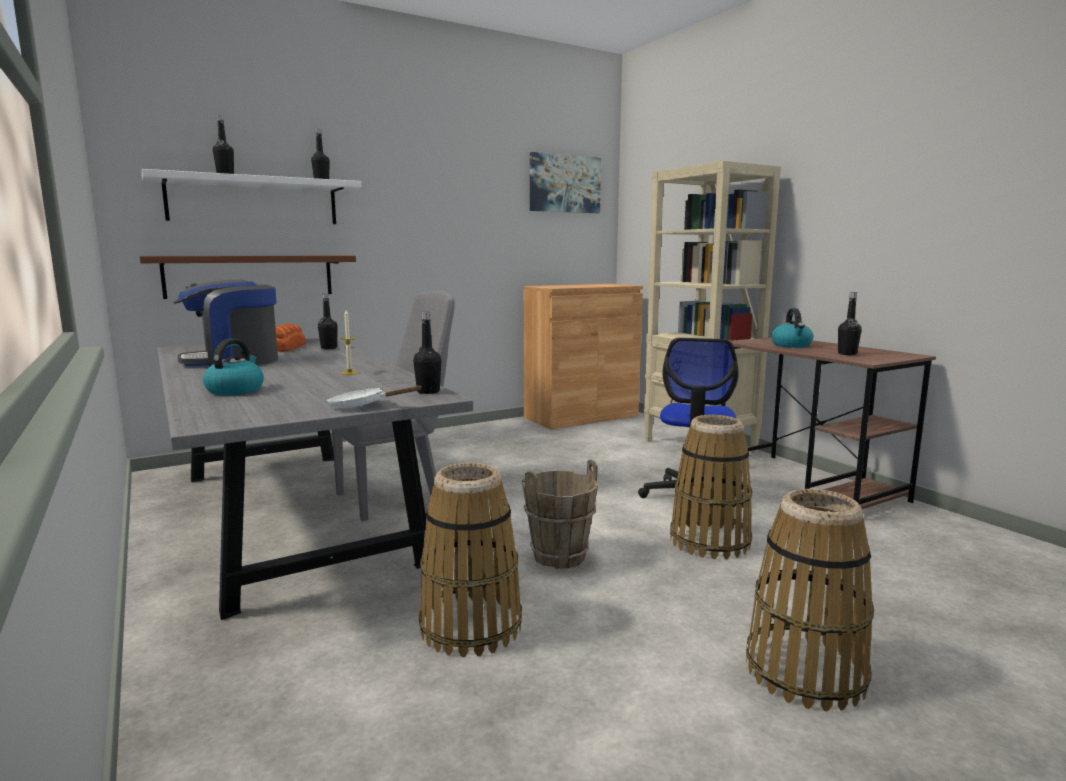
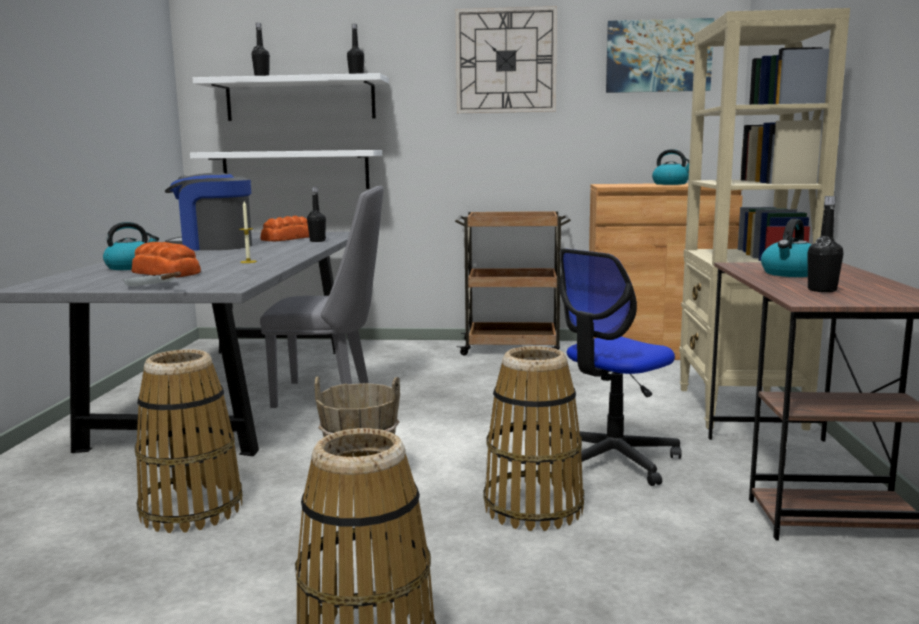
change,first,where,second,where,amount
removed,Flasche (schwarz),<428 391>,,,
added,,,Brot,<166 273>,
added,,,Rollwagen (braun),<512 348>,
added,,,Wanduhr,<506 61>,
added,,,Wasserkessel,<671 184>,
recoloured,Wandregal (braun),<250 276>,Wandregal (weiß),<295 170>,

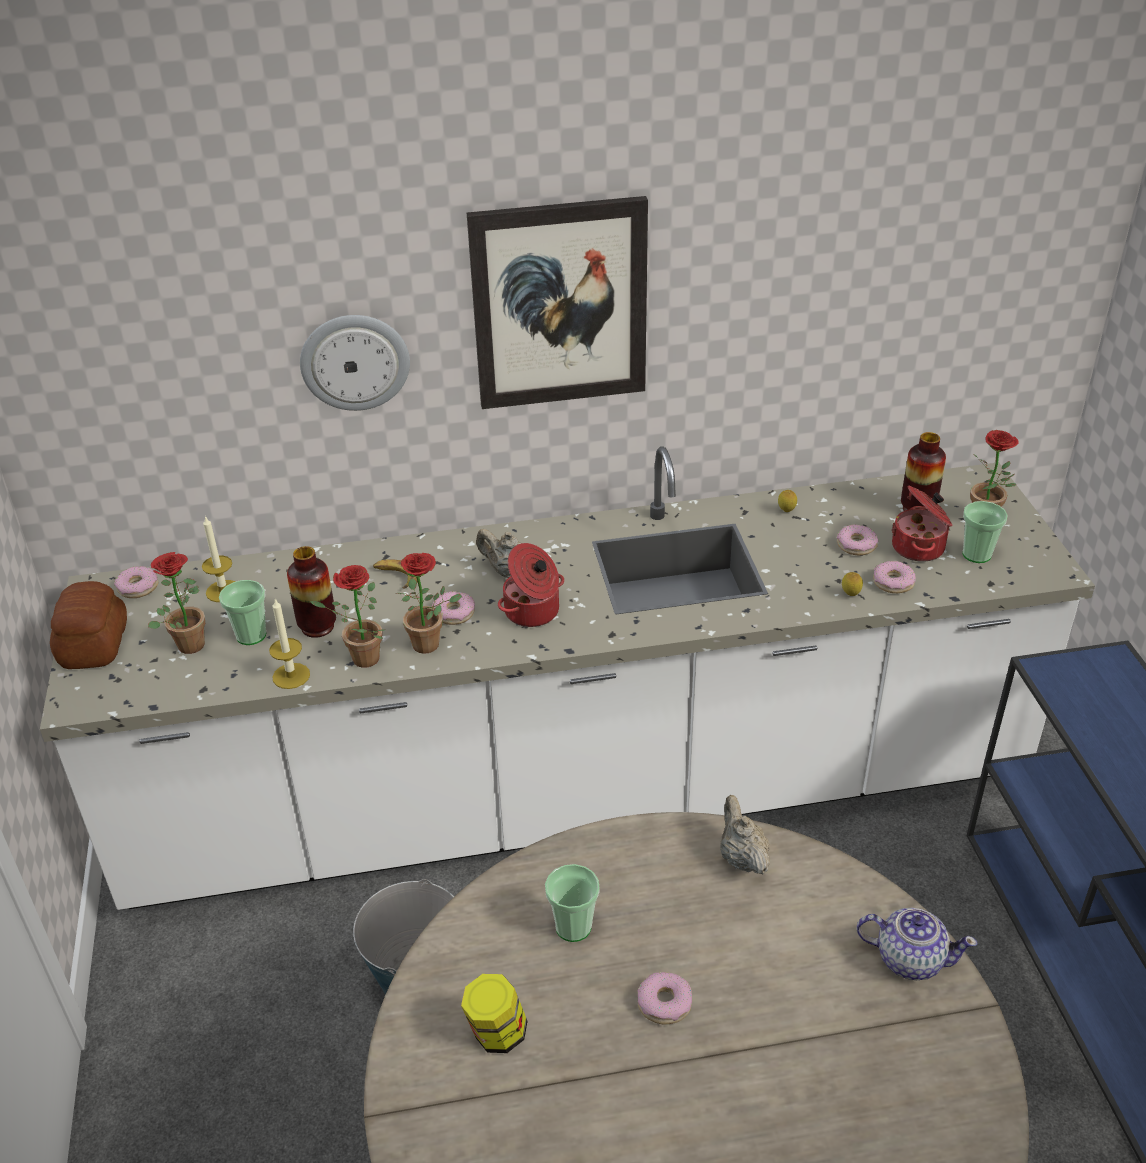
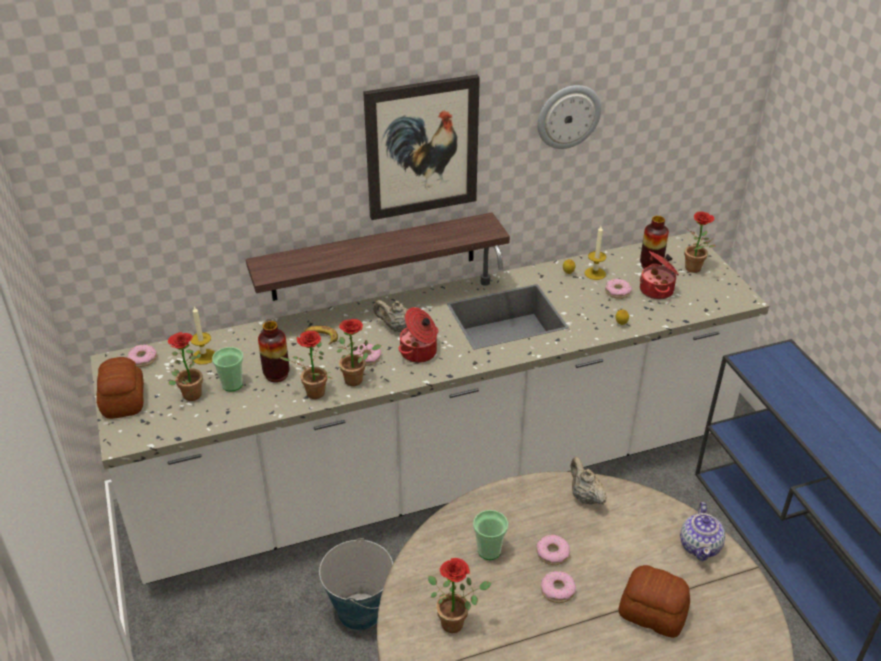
change,first,where,second,where,amount
removed,Tasse,<976 554>,,,
added,,,Wandregal,<374 257>,
added,,,Brot,<652 612>,
moved,Kerze,<291 676>,,<595 273>,
moved,Wanduhr,<355 361>,,<568 116>,
moved,Donut,<893 582>,,<552 553>,
replaced,Vorratsglas,<496 1034>,Topfpflanze,<457 622>,
turned,Teekanne,<909 958>,,<700 546>,90 degrees clockwise

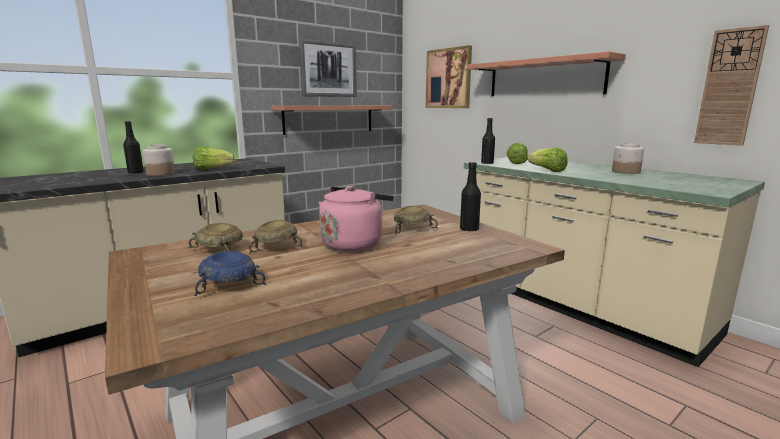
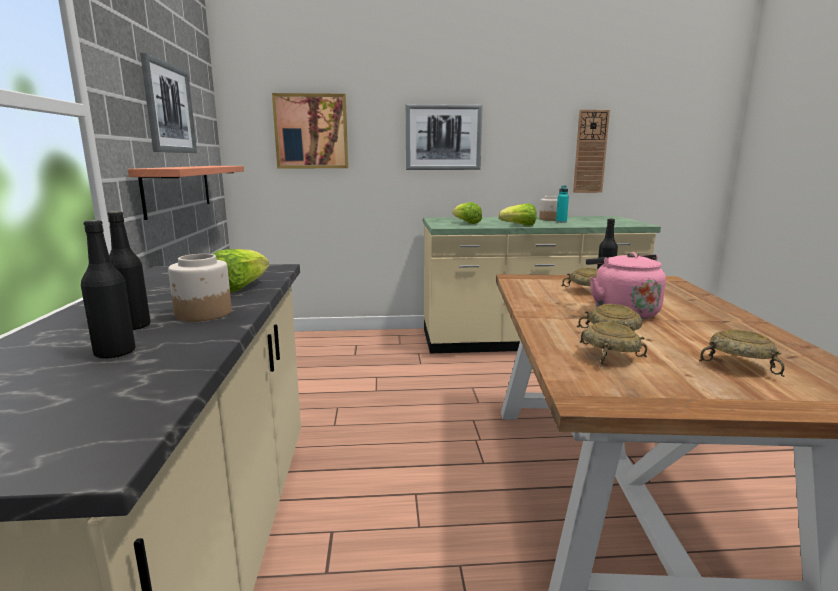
change,first,where,second,where,amount
added,,,Flasche (türkis),<561 222>,
moved,Flasche (schwarz),<487 163>,,<115 353>,
replaced,Wandregal,<544 78>,Bild,<443 137>,
recoloured,Schüssel (blau),<227 286>,Schüssel (beige),<740 366>,

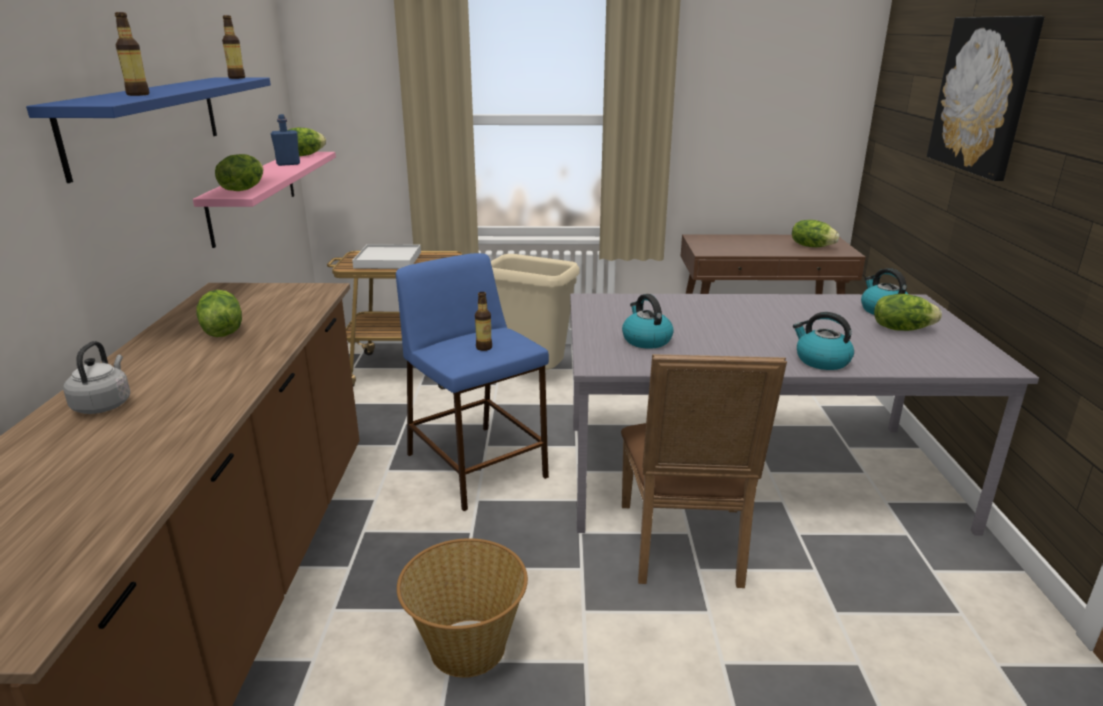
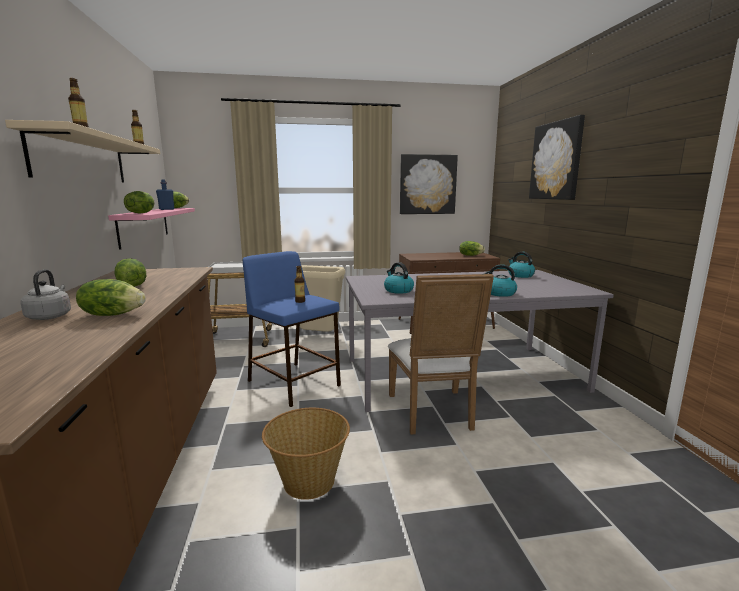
change,first,where,second,where,amount
added,,,Bild,<427 184>,
moved,Salatkopf,<901 328>,,<113 314>,
recoloured,Wandregal (blau),<147 122>,Wandregal (beige),<82 159>,
recoloured,Stuhl (braun),<685 549>,Stuhl (weiß),<433 414>,

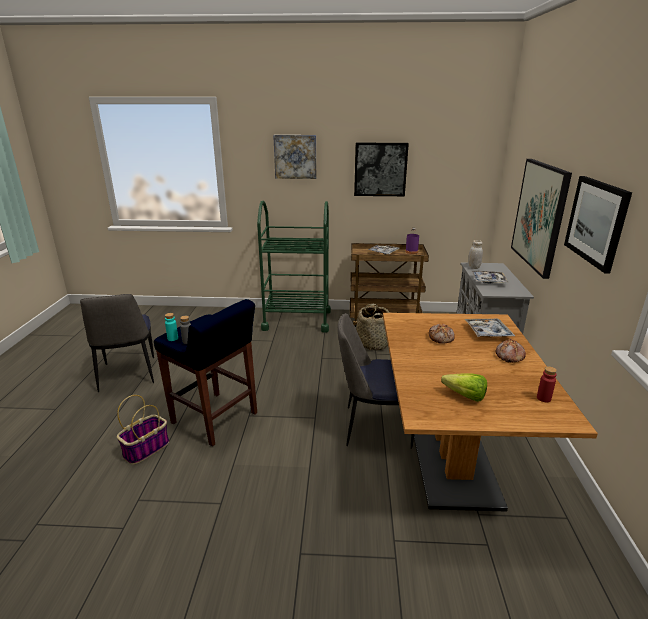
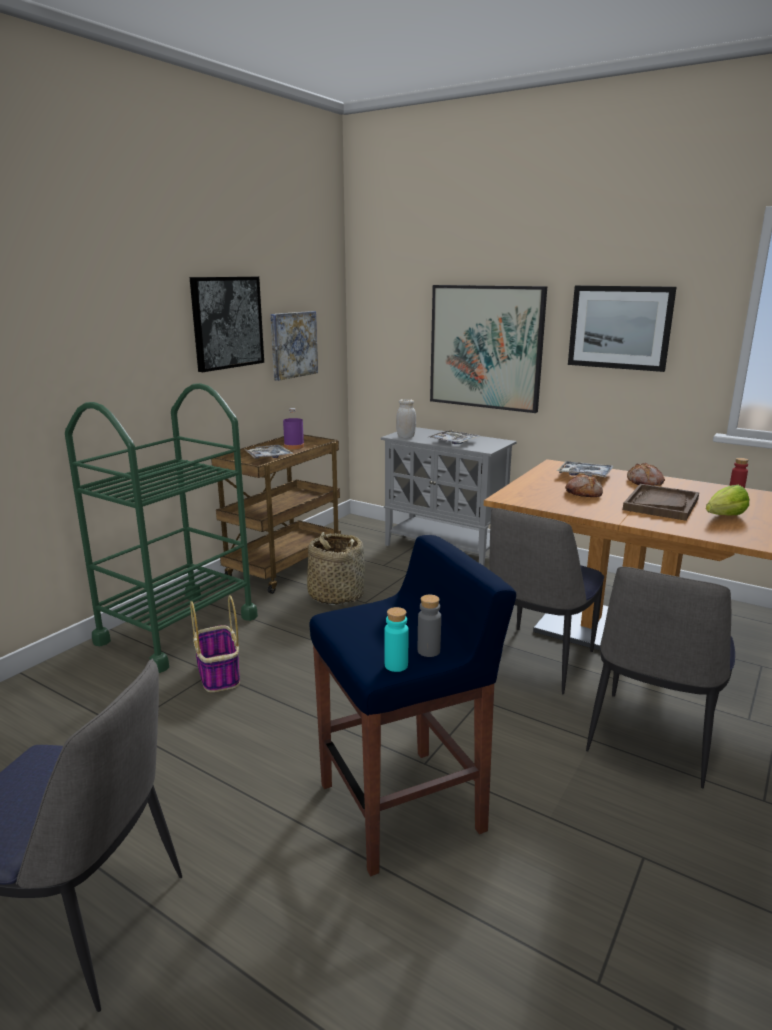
change,first,where,second,where,amount
added,,,Stuhl,<650 739>,
added,,,Tablett (braun),<661 504>,
moved,Korb,<146 448>,,<218 674>,
moved,Bild,<295 156>,,<293 344>,

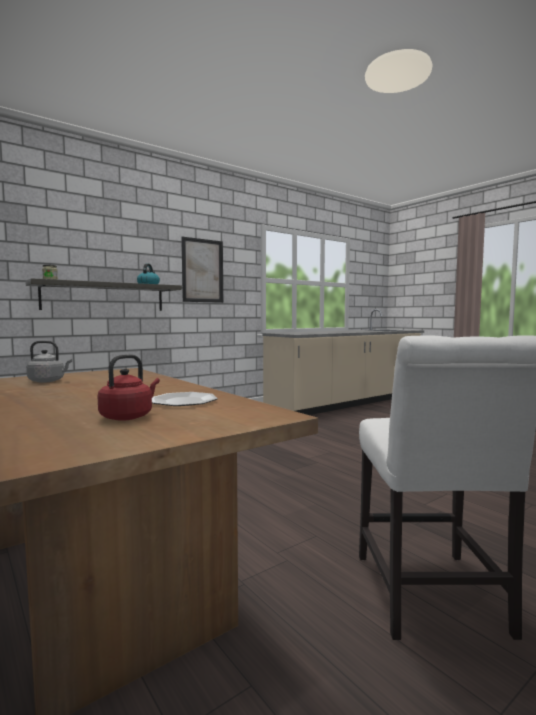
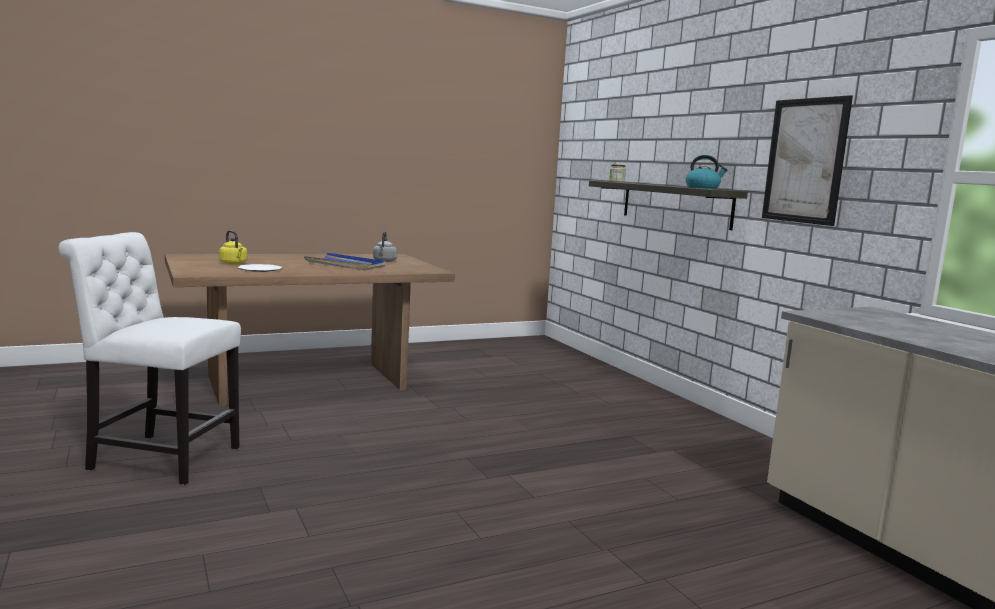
change,first,where,second,where,amount
added,,,Tablett (blau),<345 265>,
recoloured,Wasserkessel (rot),<128 417>,Wasserkessel (gelb),<234 263>,

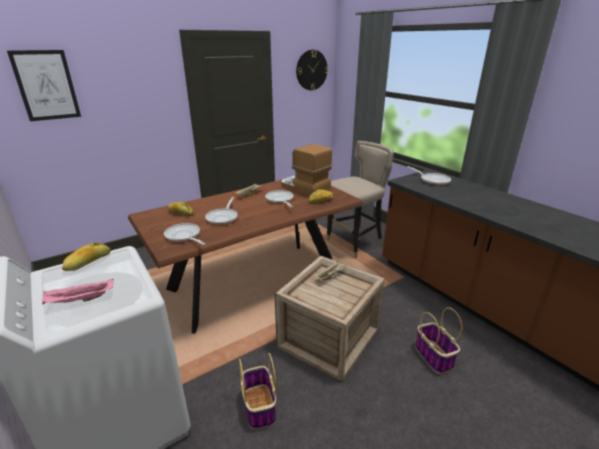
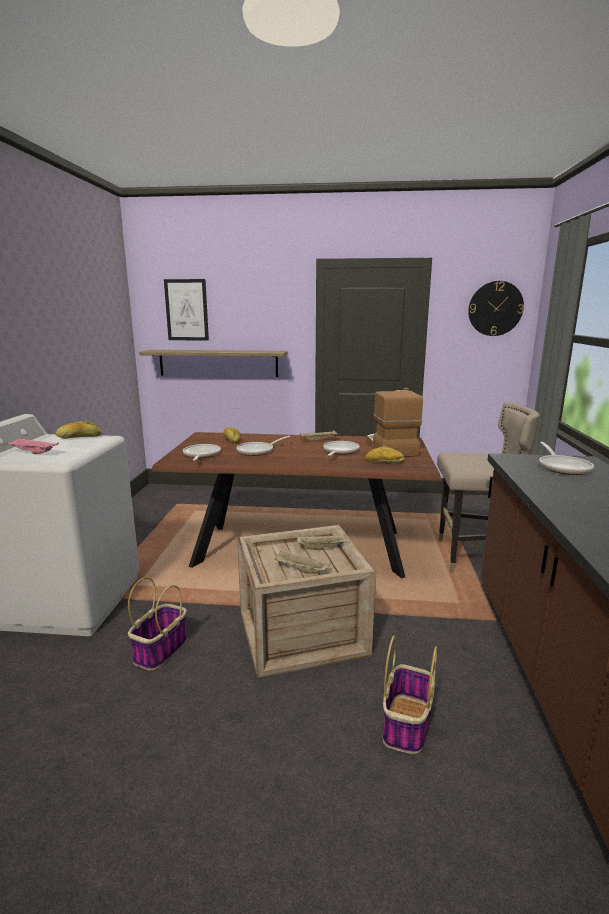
change,first,where,second,where,amount
added,,,Wandregal,<218 363>,
added,,,Tablett (beige),<300 570>,

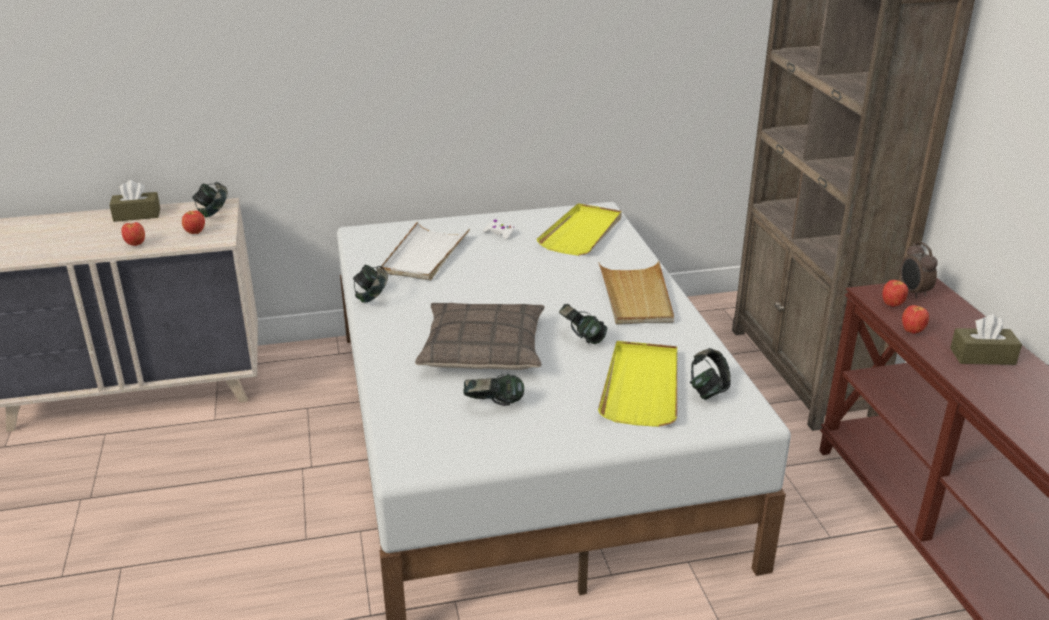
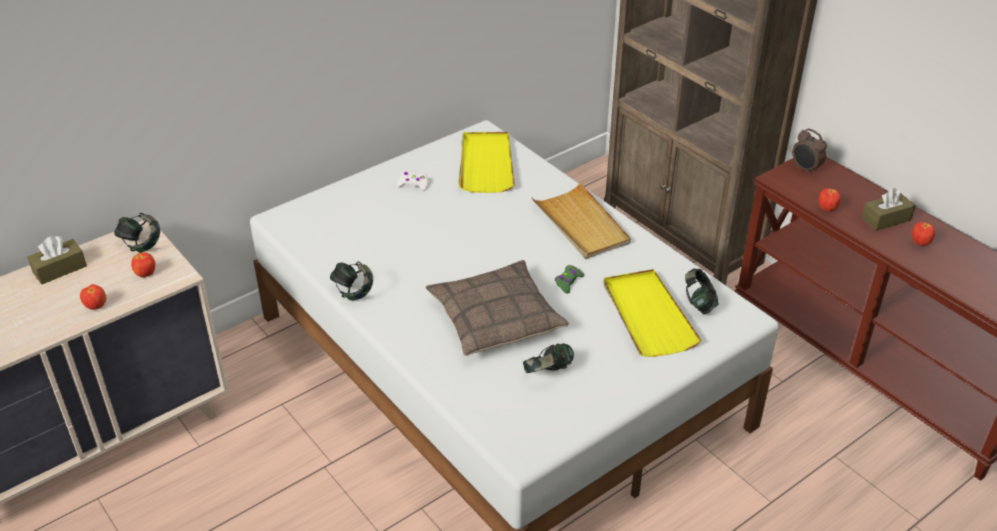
change,first,where,second,where,amount
removed,Tablett (weiß),<425 255>,,,
moved,Apfel,<891 304>,,<919 243>,
replaced,Kopfhörer,<581 338>,Gamepad (grün),<568 282>,

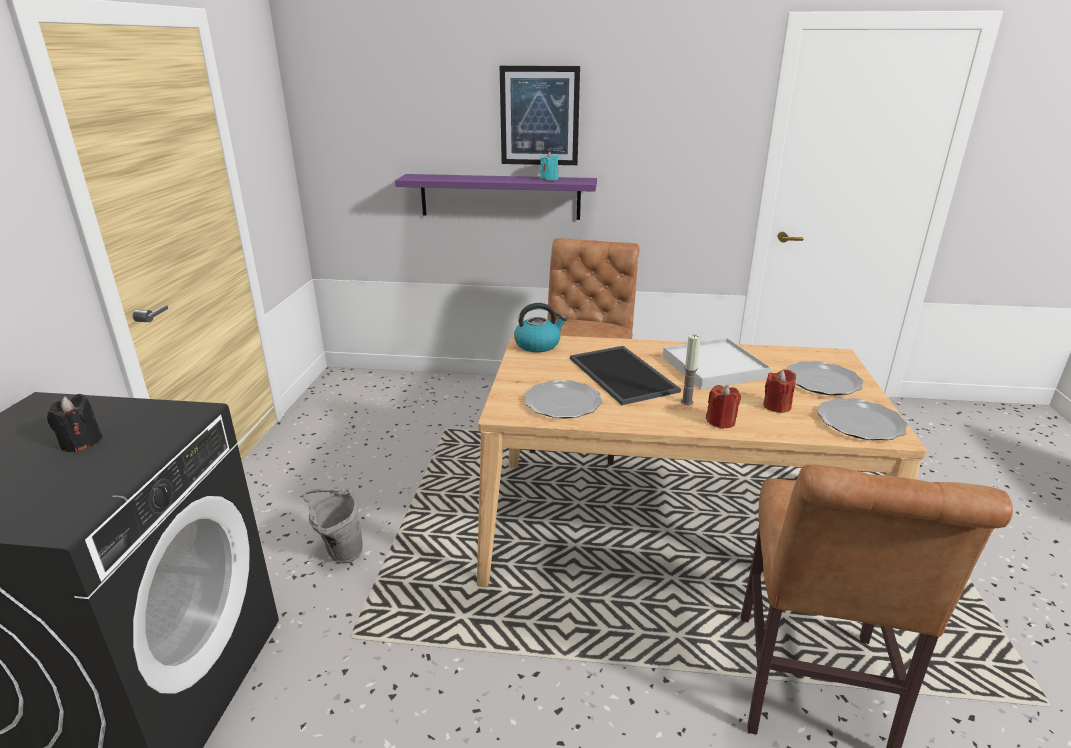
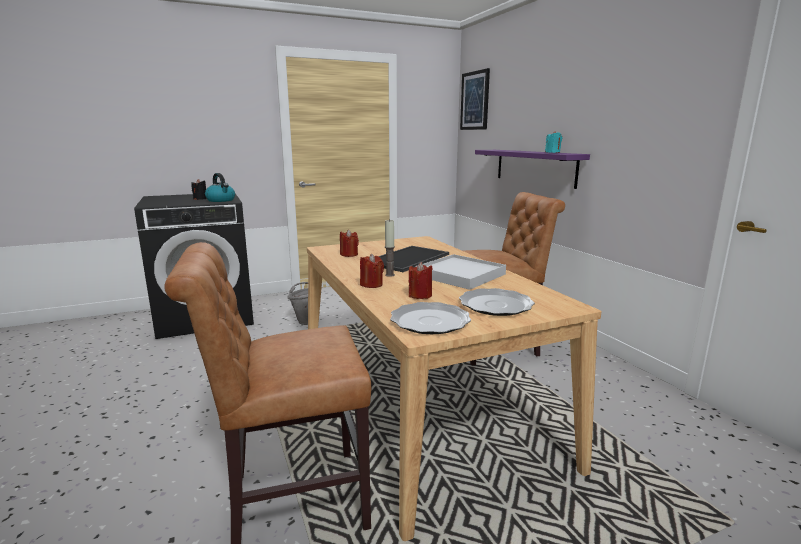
change,first,where,second,where,amount
moved,Bild,<539 116>,,<475 101>,
moved,Wasserkessel,<538 344>,,<221 200>,
replaced,Teller,<563 403>,Kerze (rot),<349 254>,

